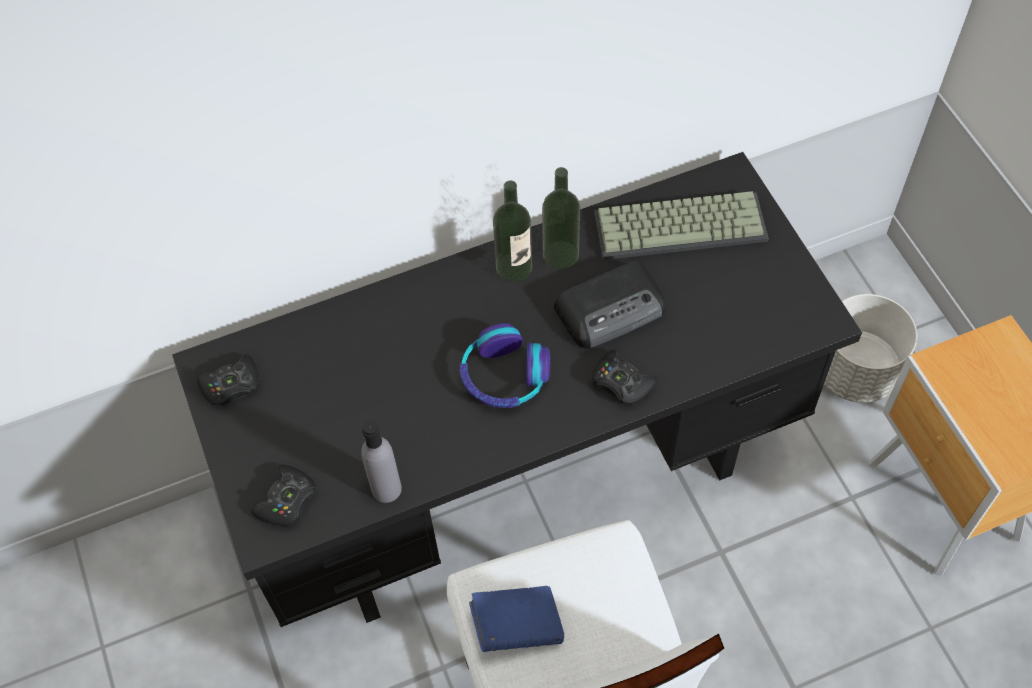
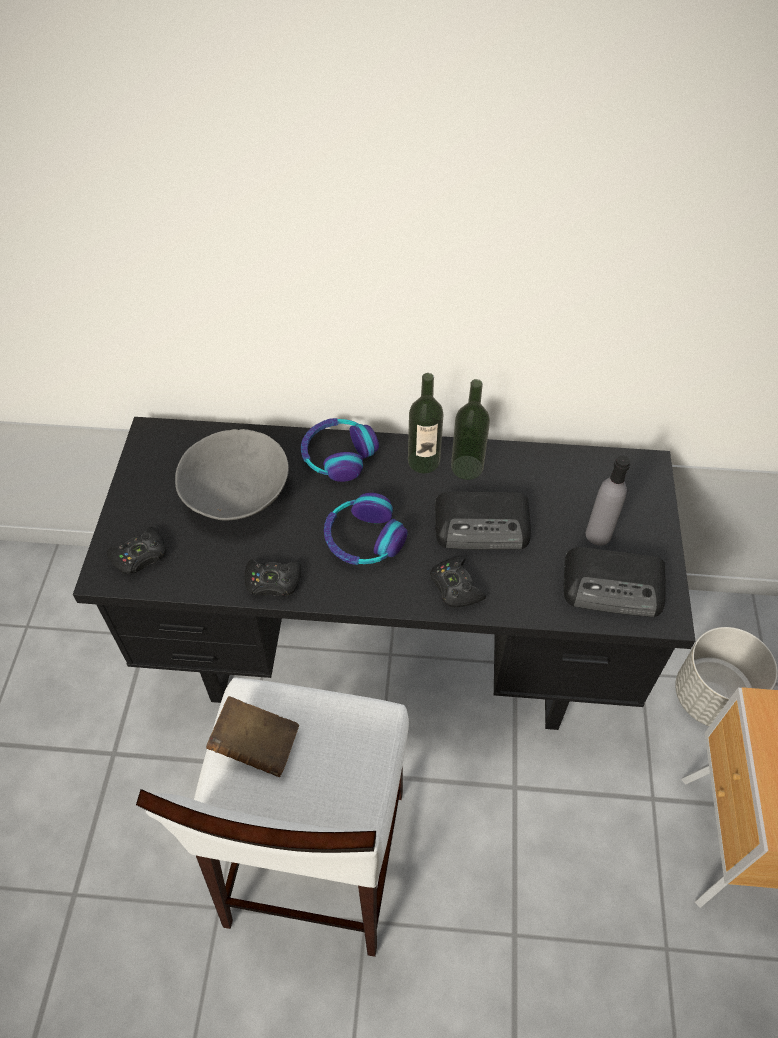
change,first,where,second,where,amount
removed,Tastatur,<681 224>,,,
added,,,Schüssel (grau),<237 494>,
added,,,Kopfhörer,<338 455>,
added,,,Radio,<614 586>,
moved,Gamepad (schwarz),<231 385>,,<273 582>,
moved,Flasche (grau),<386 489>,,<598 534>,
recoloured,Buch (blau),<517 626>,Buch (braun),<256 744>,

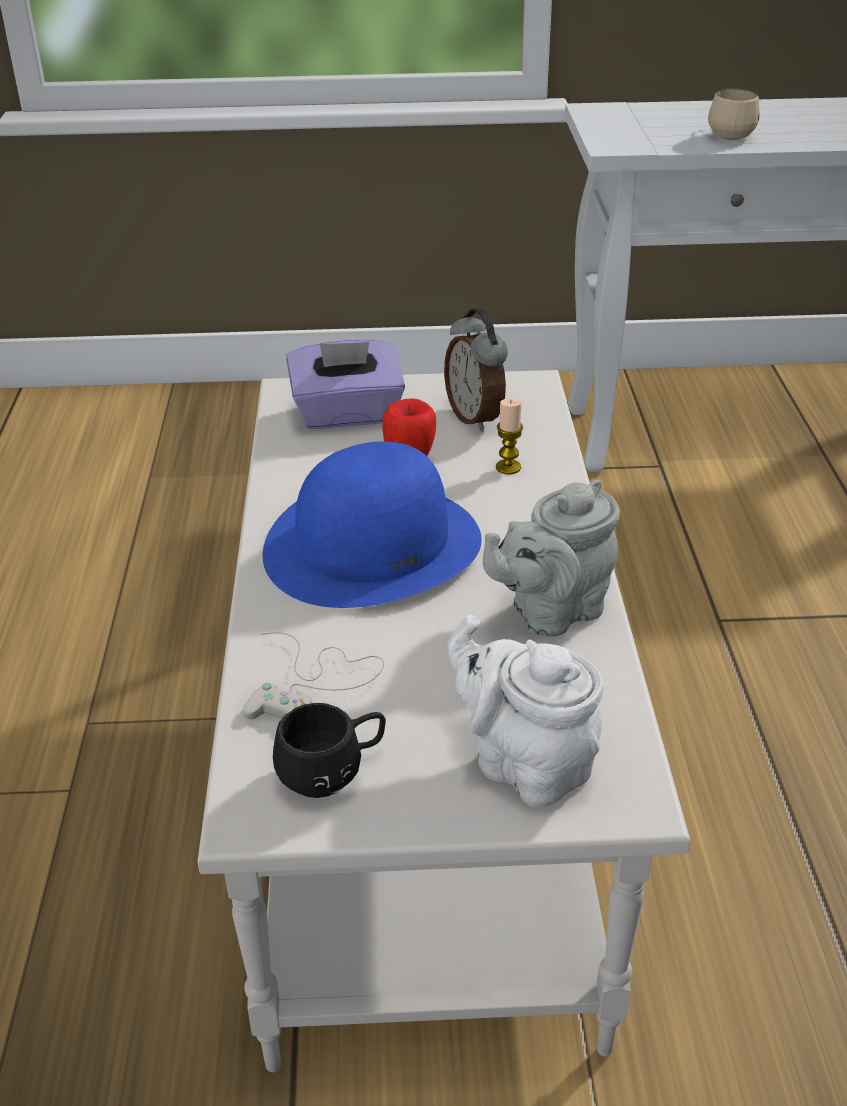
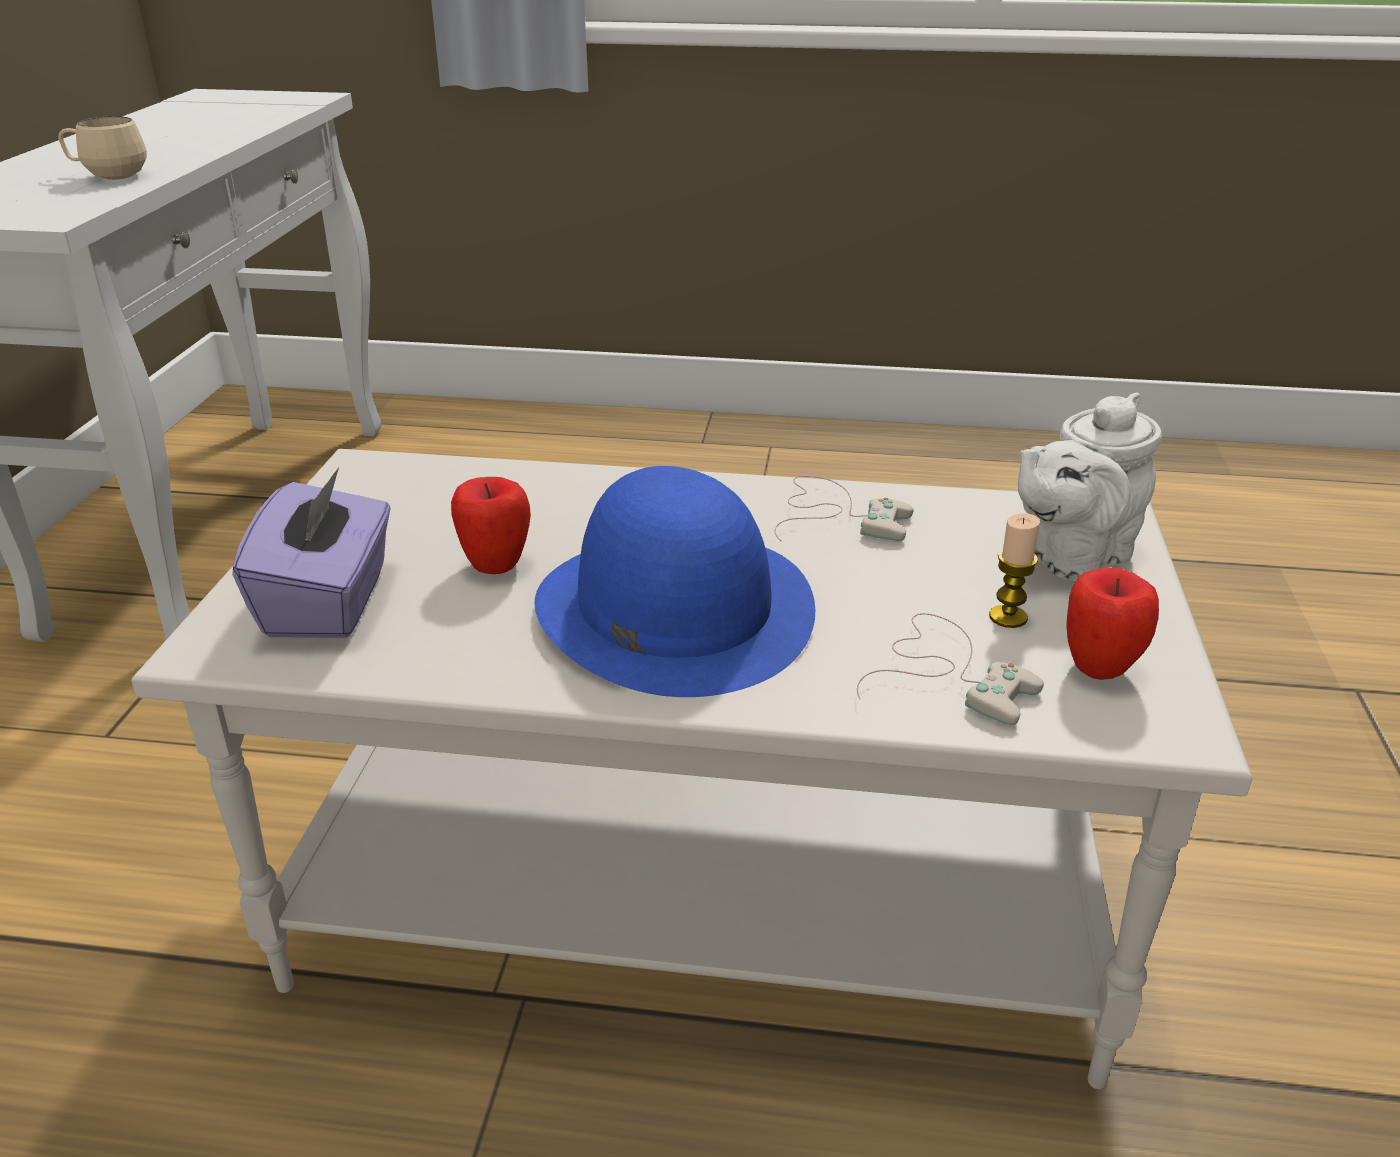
change,first,where,second,where,amount
removed,Wecker,<476 417>,,,
moved,Kerze,<508 467>,,<1008 617>,
replaced,Henkelbecher (schwarz),<334 773>,Apfel,<1100 668>,
replaced,Teekanne (grau),<551 611>,Gamepad (weiß),<836 514>,

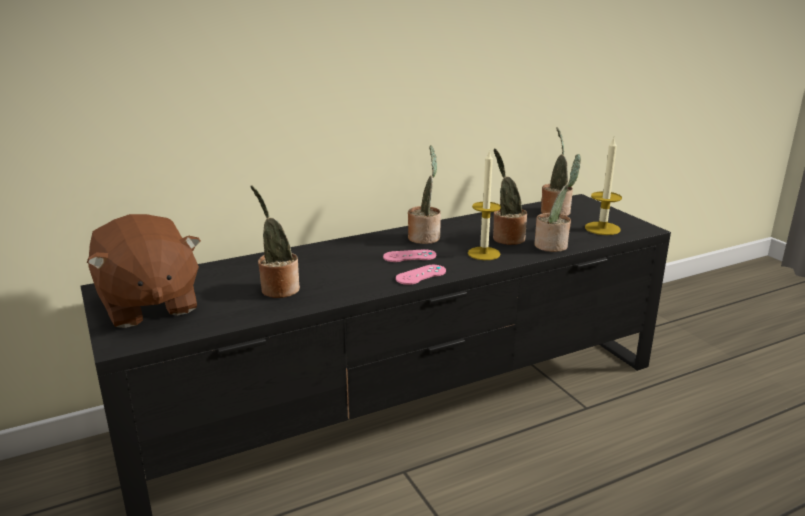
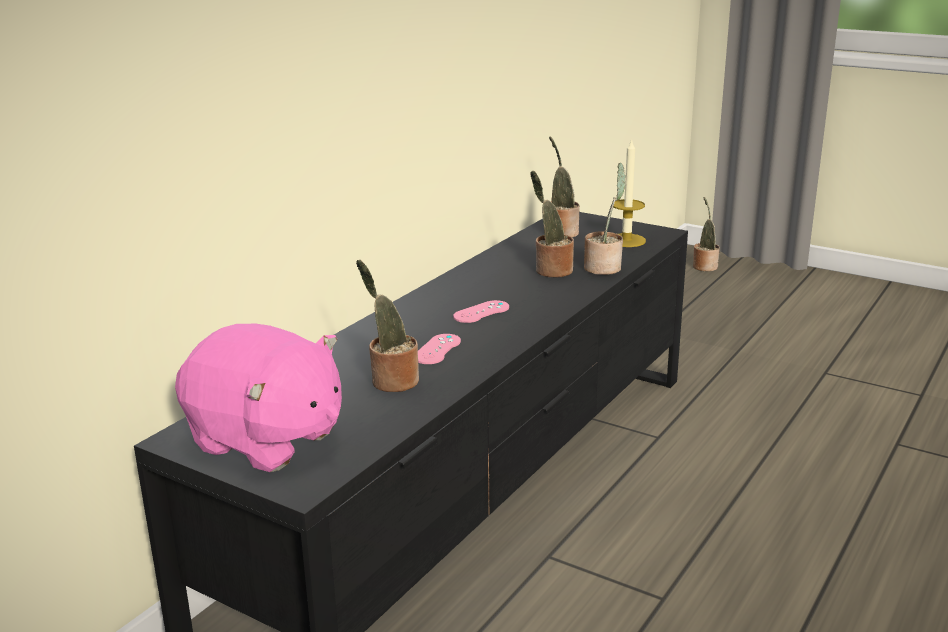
change,first,where,second,where,amount
removed,Kerze,<484 253>,,,
moved,Gamepad (rosa),<421 275>,,<437 349>,
moved,Topfpflanze,<425 237>,,<704 266>,
recoloured,Plüschtier (braun),<148 305>,Plüschtier (rosa),<266 440>,

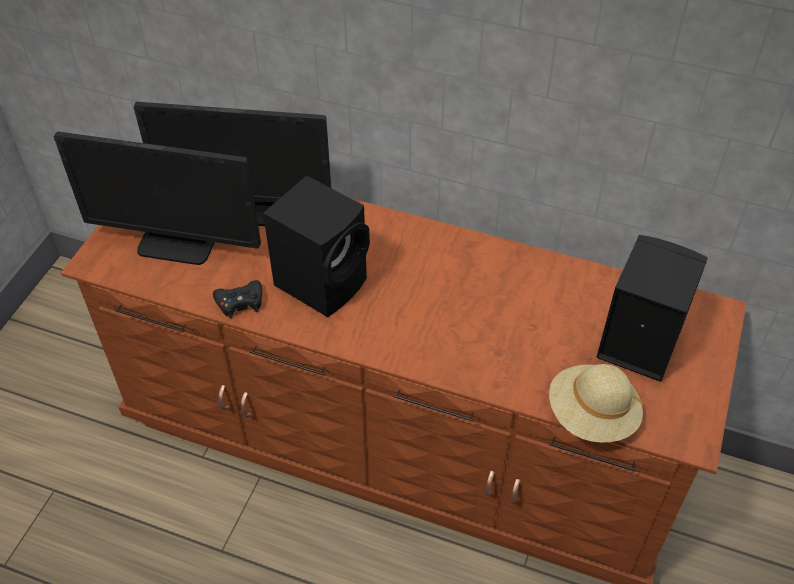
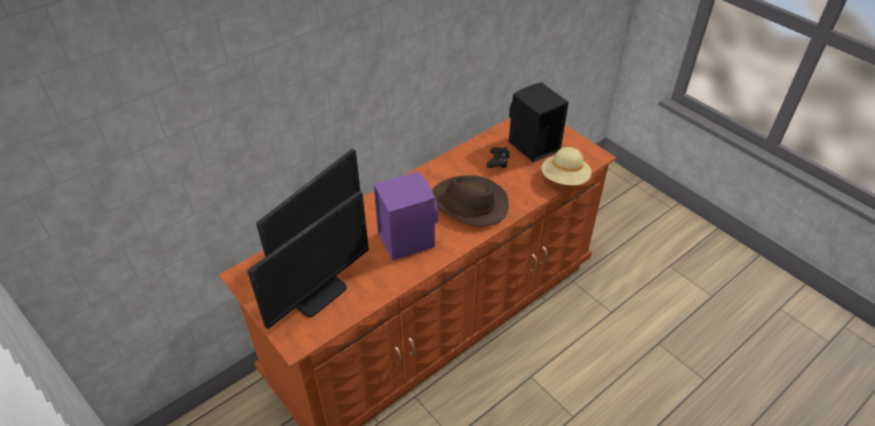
change,first,where,second,where,amount
added,,,Hut (braun),<469 204>,
moved,Gamepad (schwarz),<240 303>,,<498 161>,
recoloured,Lautsprecher (schwarz),<323 281>,Lautsprecher (lila),<406 238>,

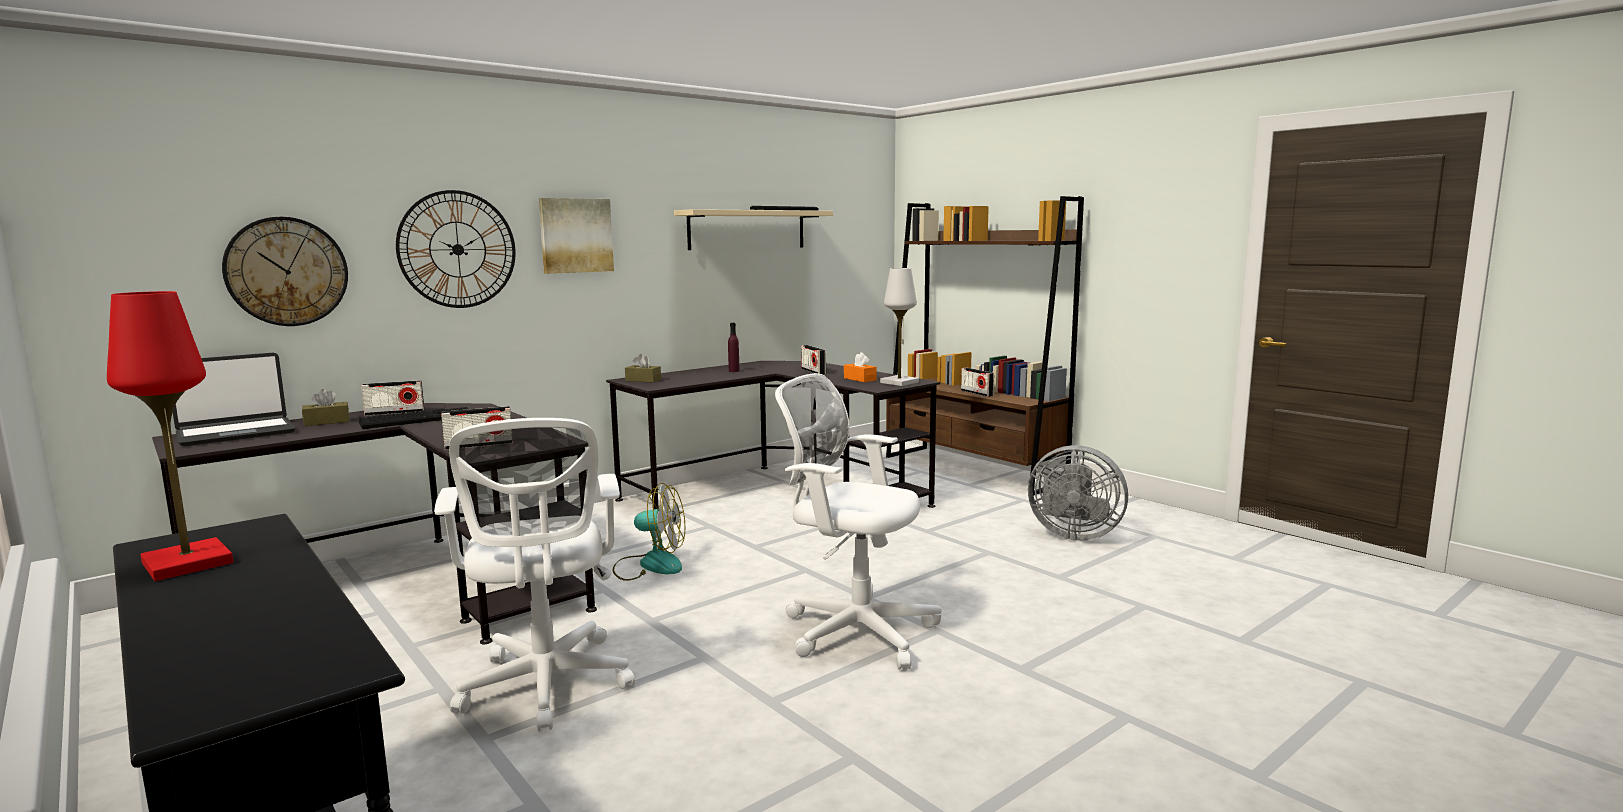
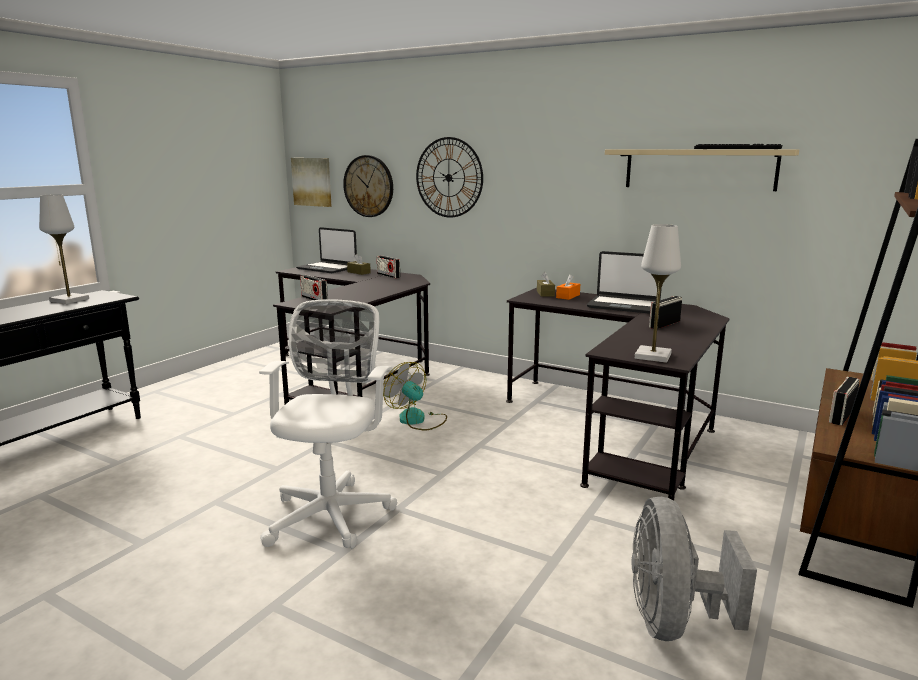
change,first,where,second,where,amount
removed,Tastatur,<417 419>,,,
removed,Bürostuhl (weiß),<546 687>,,,
moved,Bild,<576 235>,,<312 182>,
moved,Taschentuchbox (orange),<860 379>,,<568 296>,
replaced,Flasche (lila),<734 371>,Laptop,<623 305>,
recoloured,Tischlampe (rot),<188 563>,Tischlampe (weiß),<69 300>,
turned,Ventilator,<650 565>,,<417 420>,150 degrees clockwise

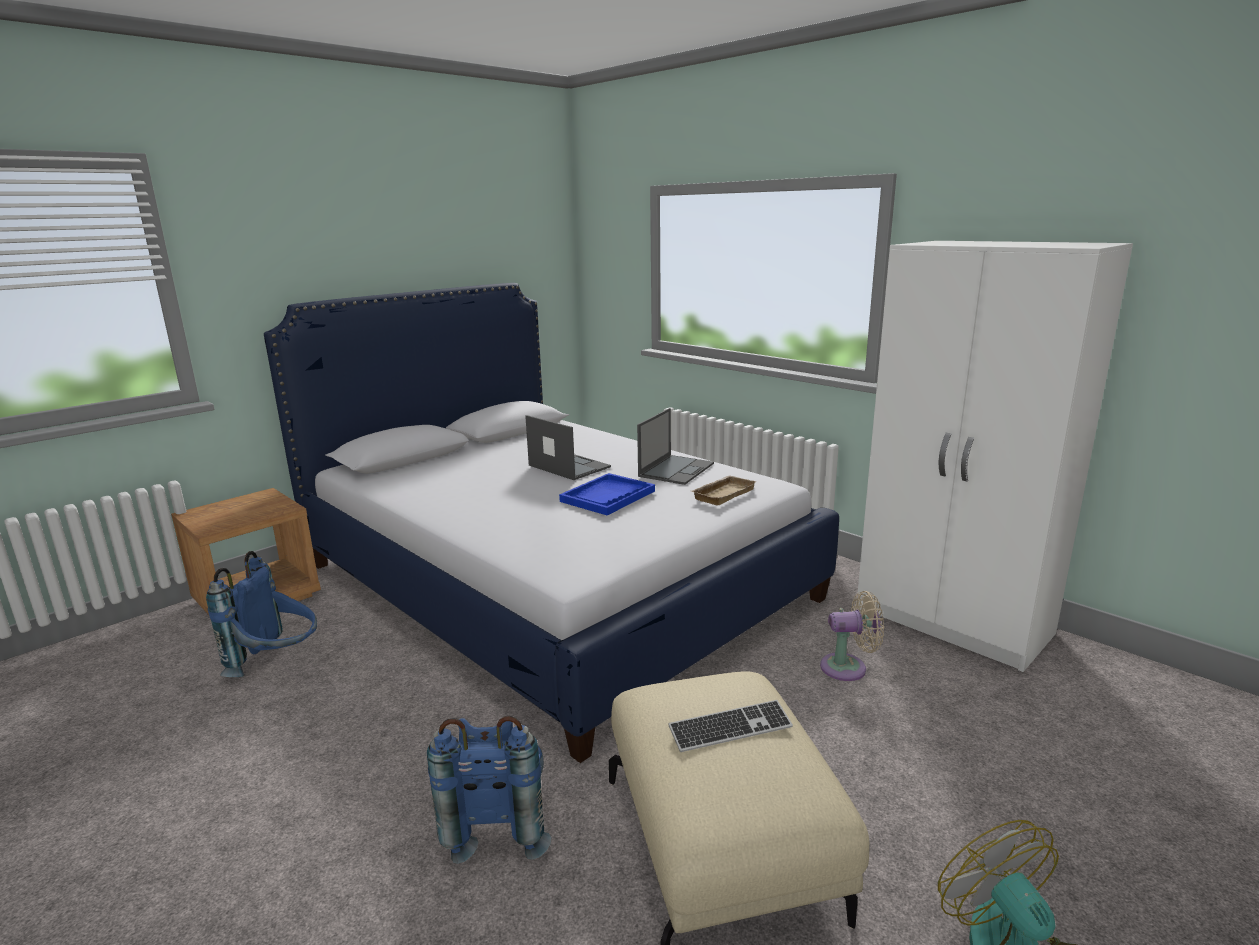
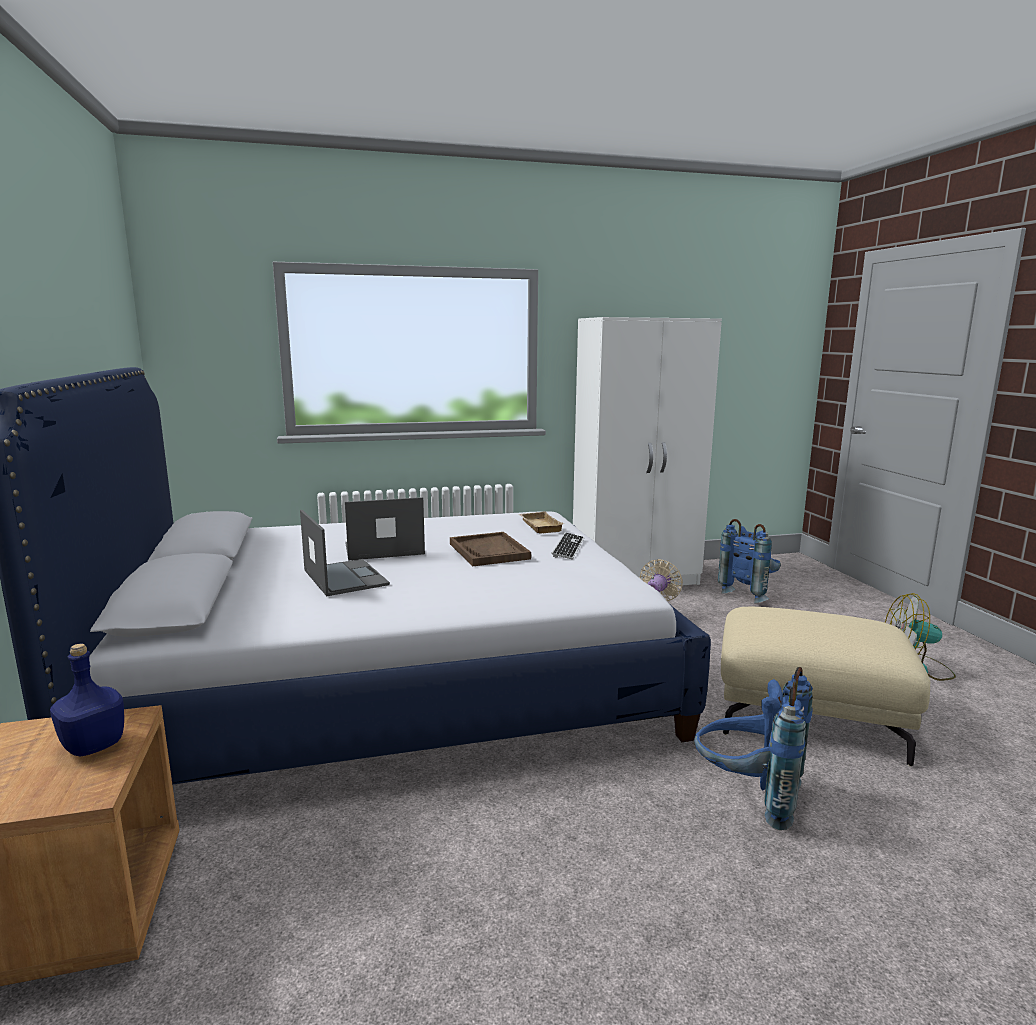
change,first,where,second,where,amount
added,,,Flasche (blau),<94 746>,
moved,Rucksack (blau),<278 665>,,<749 593>,
moved,Laptop,<676 469>,,<344 577>,
moved,Tastatur,<730 728>,,<568 547>,
recoloured,Tablett (blau),<608 496>,Tablett (braun),<489 551>,

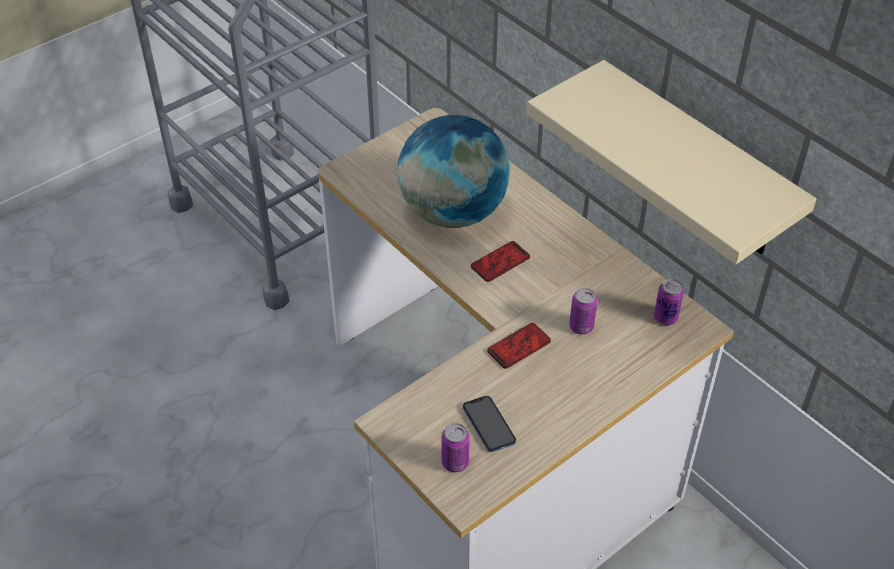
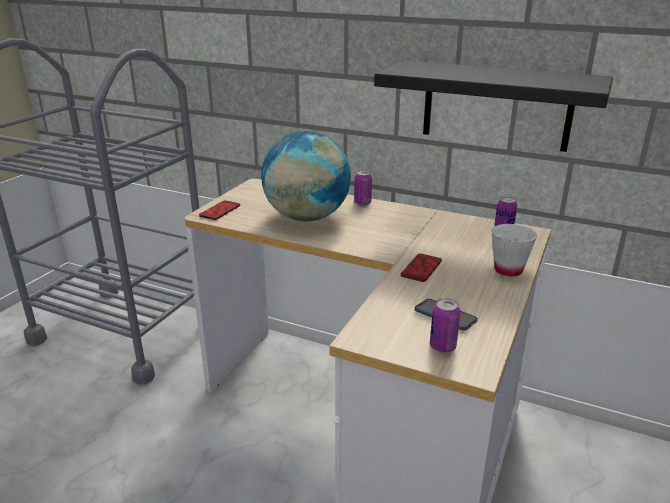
change,first,where,second,where,amount
added,,,Tasse (weiß),<508 270>,
moved,Handy,<500 262>,,<220 211>,
moved,Dose,<581 327>,,<362 203>,
recoloured,Wandregal (beige),<696 163>,Wandregal (schwarz),<496 105>,

